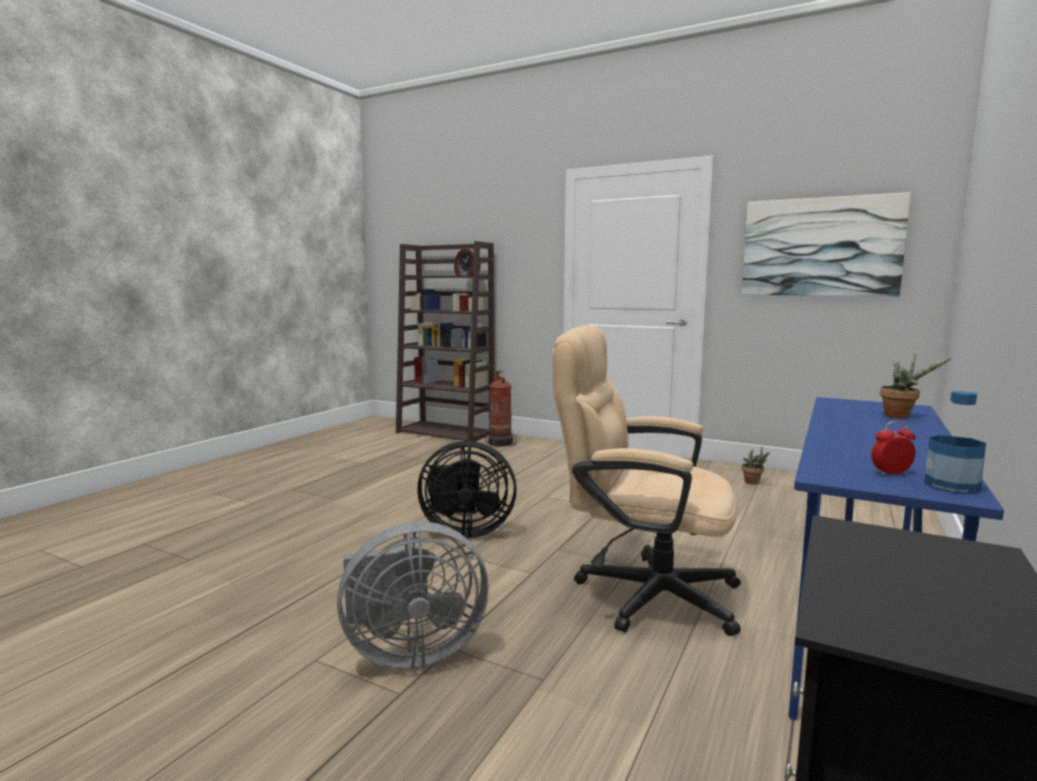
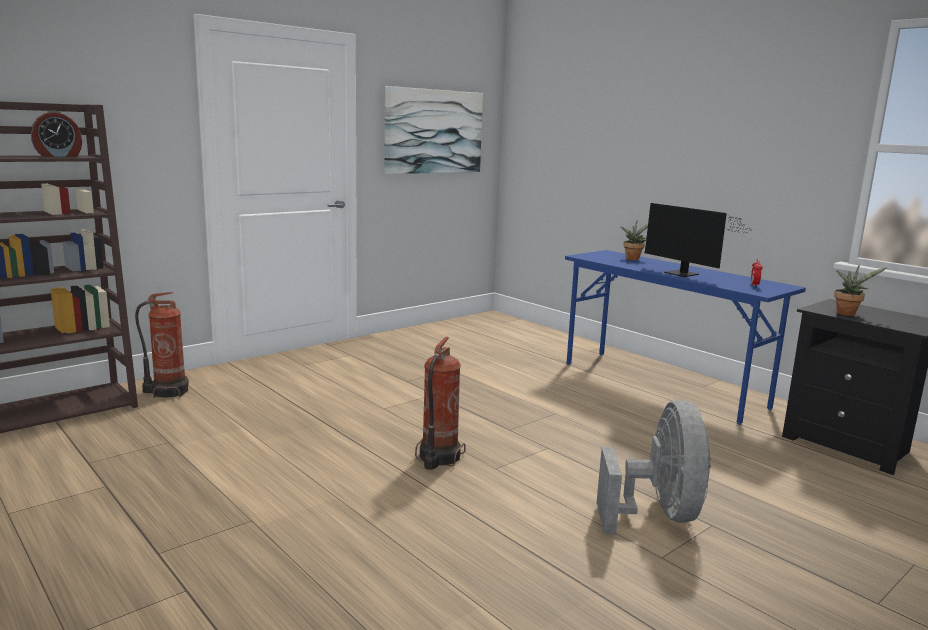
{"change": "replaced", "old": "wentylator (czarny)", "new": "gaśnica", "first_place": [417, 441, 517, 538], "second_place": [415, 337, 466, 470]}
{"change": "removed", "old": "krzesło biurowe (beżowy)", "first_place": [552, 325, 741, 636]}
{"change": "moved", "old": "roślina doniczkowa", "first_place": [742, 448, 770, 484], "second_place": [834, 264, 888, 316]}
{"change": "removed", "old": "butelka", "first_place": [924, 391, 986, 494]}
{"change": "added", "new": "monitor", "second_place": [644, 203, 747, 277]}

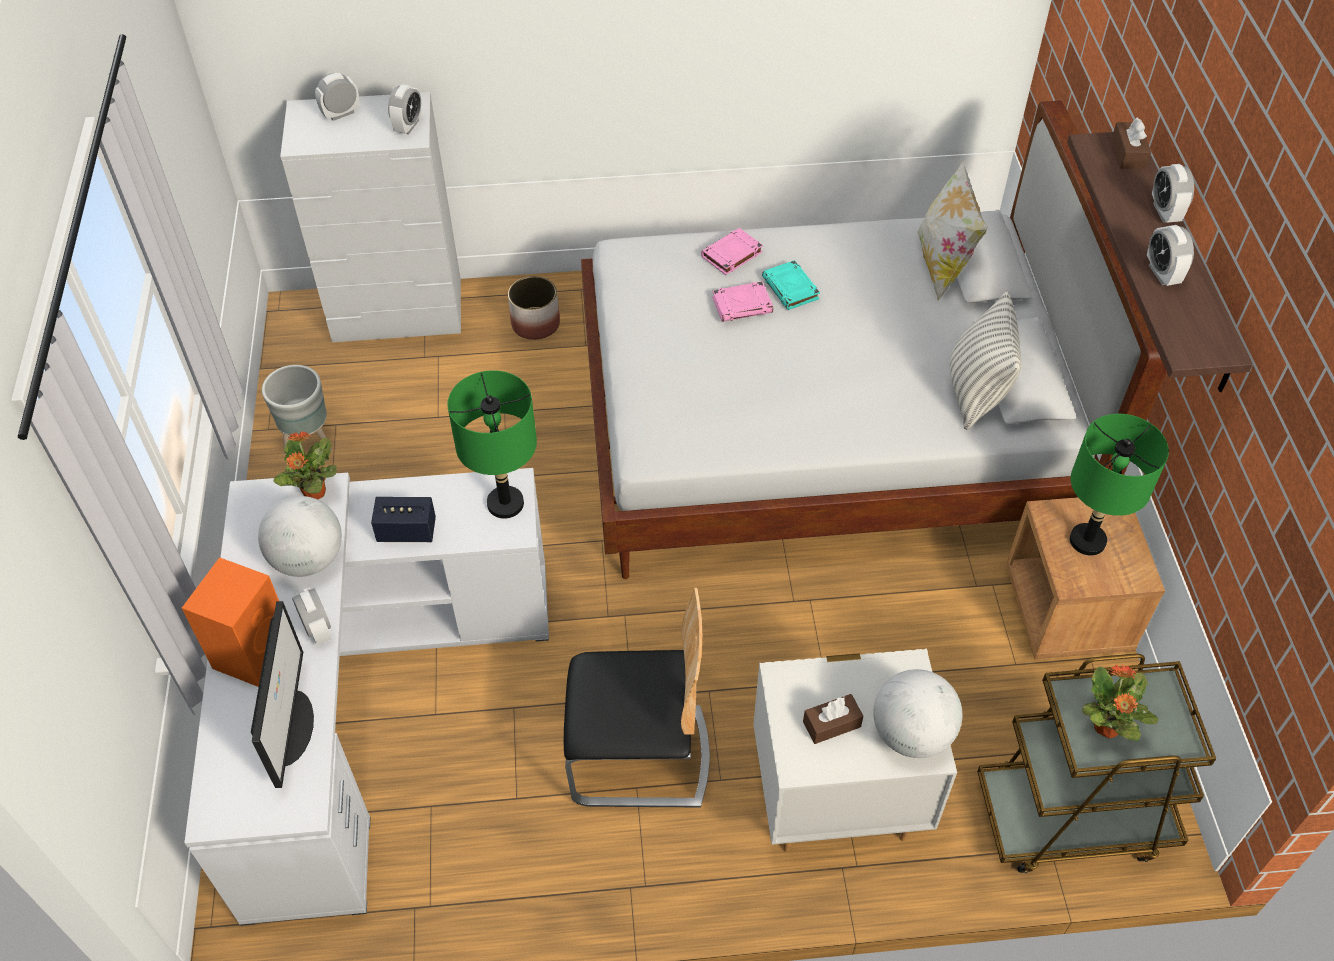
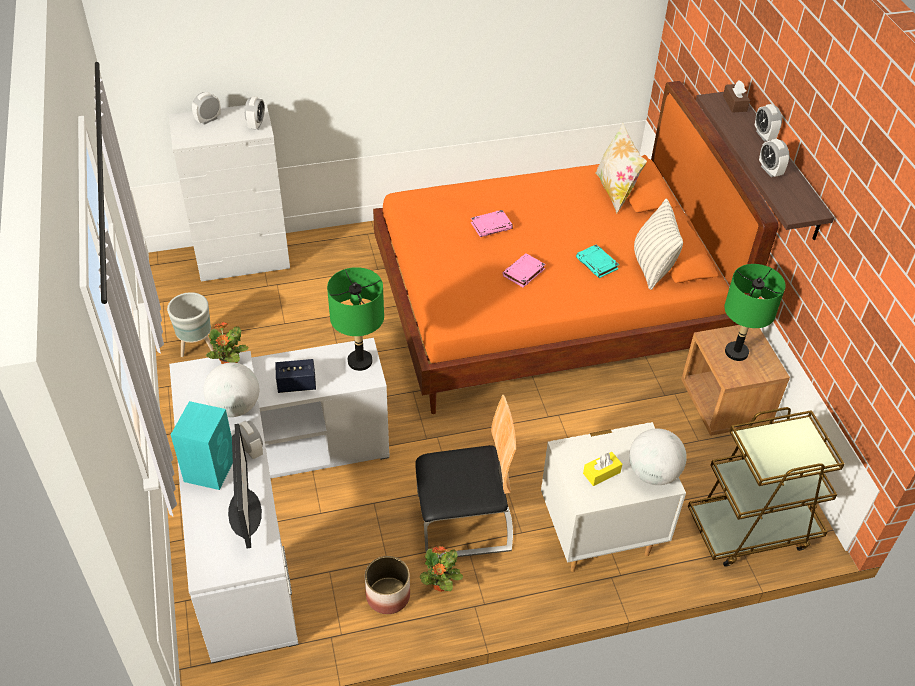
{"change": "recoloured", "old": "głośnik (pomarańczowy)", "new": "głośnik (turkusowy)", "first_place": [182, 557, 279, 687], "second_place": [171, 401, 233, 490]}
{"change": "moved", "old": "donica", "first_place": [508, 276, 560, 340], "second_place": [365, 556, 410, 614]}
{"change": "recoloured", "old": "łóżko (biały)", "new": "łóżko (pomarańczowy)", "first_place": [581, 101, 1167, 579], "second_place": [373, 81, 779, 414]}
{"change": "moved", "old": "książka (różowy)", "first_place": [701, 228, 763, 275], "second_place": [502, 253, 546, 287]}
{"change": "moved", "old": "książka (turkusowy)", "first_place": [762, 260, 820, 310], "second_place": [576, 244, 619, 278]}
{"change": "recoloured", "old": "pudełko chusteczek (brązowy)", "new": "pudełko chusteczek (żółty)", "first_place": [803, 694, 863, 744], "second_place": [583, 452, 622, 486]}
{"change": "moved", "old": "roślina doniczkowa", "first_place": [1082, 665, 1158, 741], "second_place": [419, 546, 463, 592]}

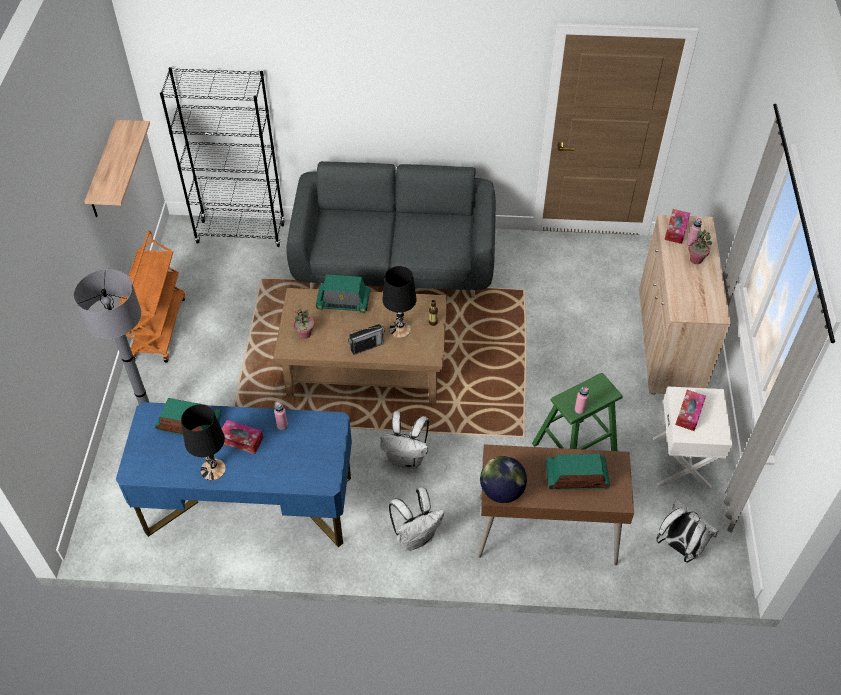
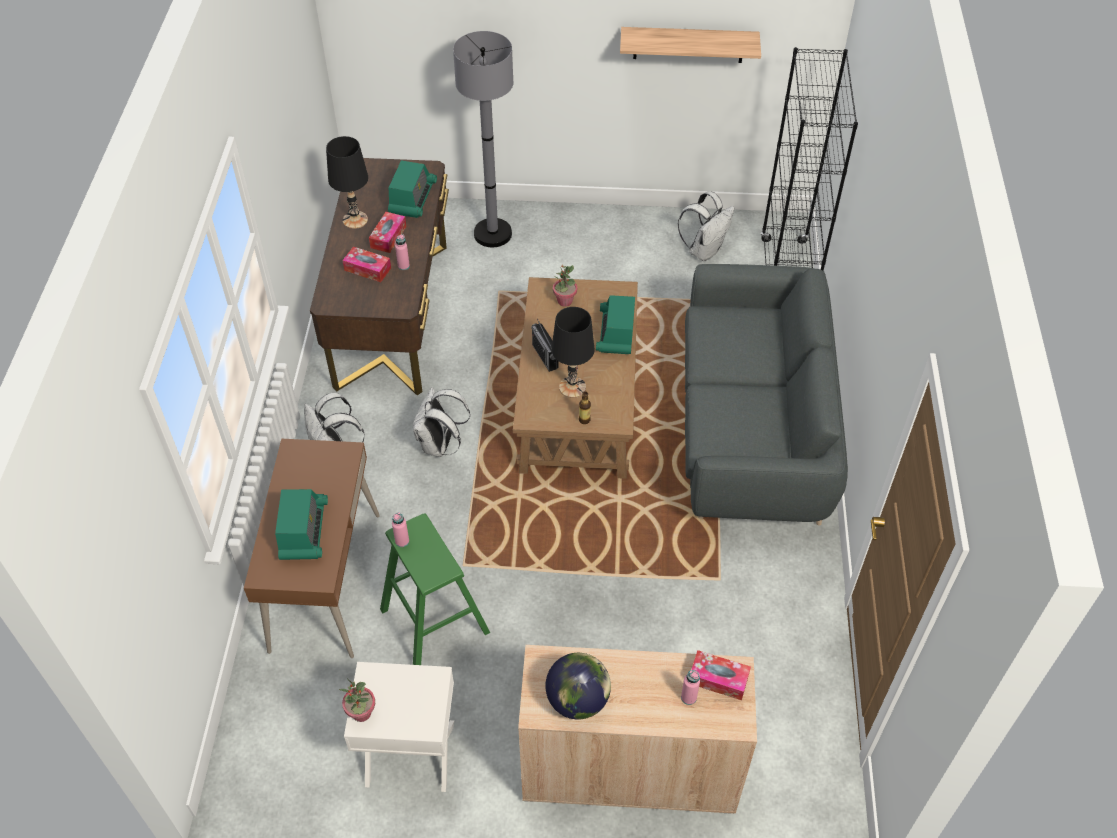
{"change": "recoloured", "old": "biurko (niebieski)", "new": "biurko (brązowy)", "first_place": [116, 402, 352, 547], "second_place": [310, 158, 449, 395]}
{"change": "removed", "old": "wózek (pomarańczowy)", "first_place": [119, 231, 185, 362]}
{"change": "moved", "old": "globus", "first_place": [480, 456, 527, 503], "second_place": [545, 653, 611, 719]}
{"change": "moved", "old": "plecak (biały)", "first_place": [656, 500, 718, 563], "second_place": [678, 191, 735, 261]}
{"change": "moved", "old": "pudełko chusteczek", "first_place": [675, 390, 706, 431], "second_place": [342, 247, 391, 282]}
{"change": "moved", "old": "roślina doniczkowa", "first_place": [688, 229, 712, 264], "second_place": [339, 678, 375, 722]}

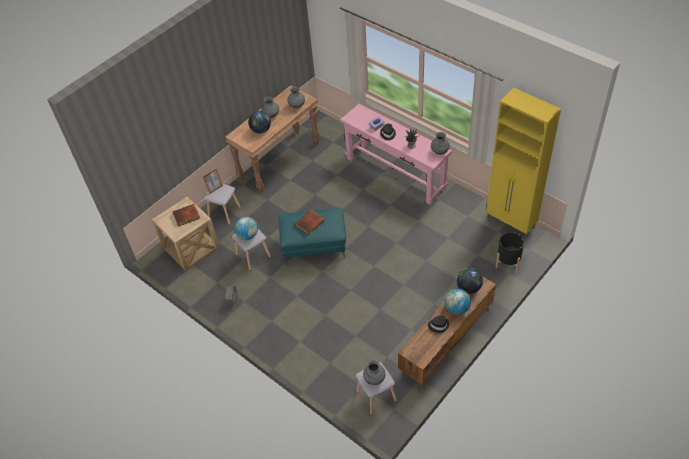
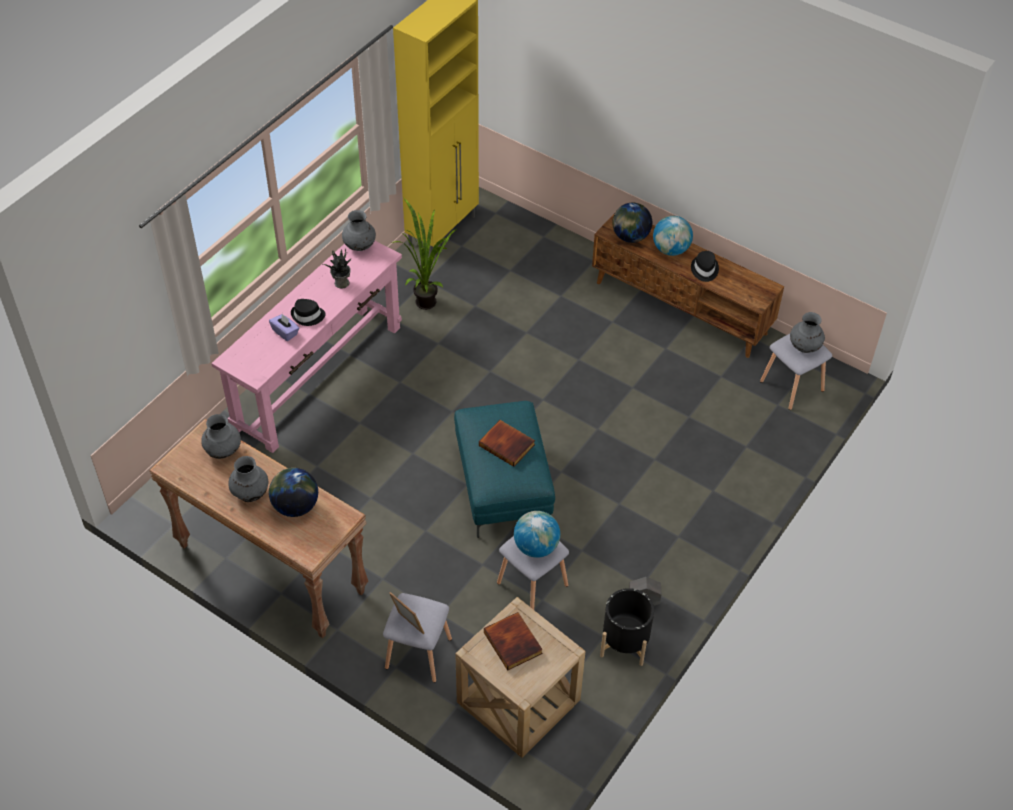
{"change": "moved", "old": "donica (czarny)", "first_place": [496, 232, 524, 272], "second_place": [600, 588, 654, 666]}
{"change": "added", "new": "roślina doniczkowa", "second_place": [392, 197, 456, 310]}

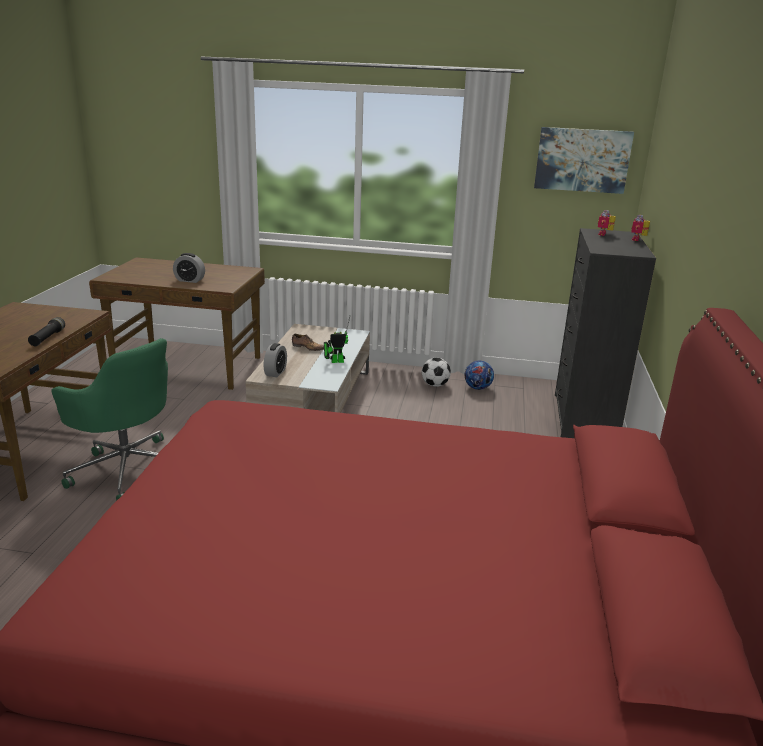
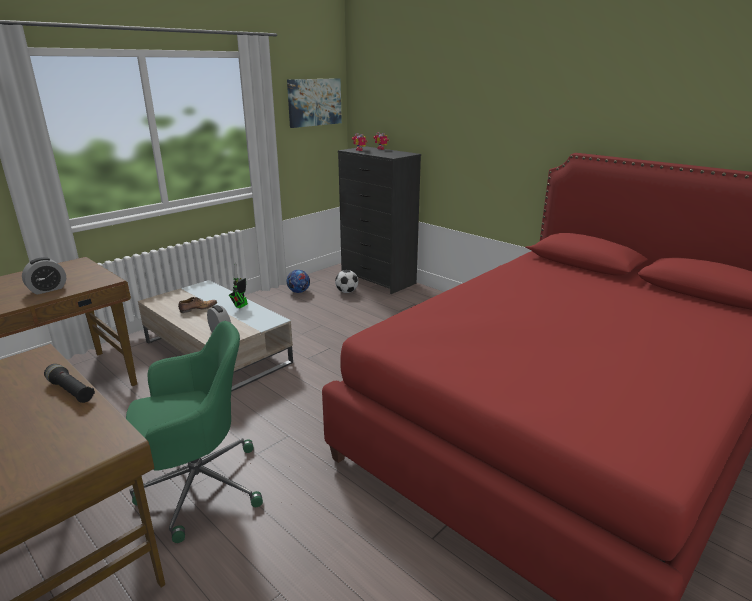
{"change": "moved", "old": "piłka futbolowa", "first_place": [422, 358, 451, 387], "second_place": [335, 270, 358, 293]}

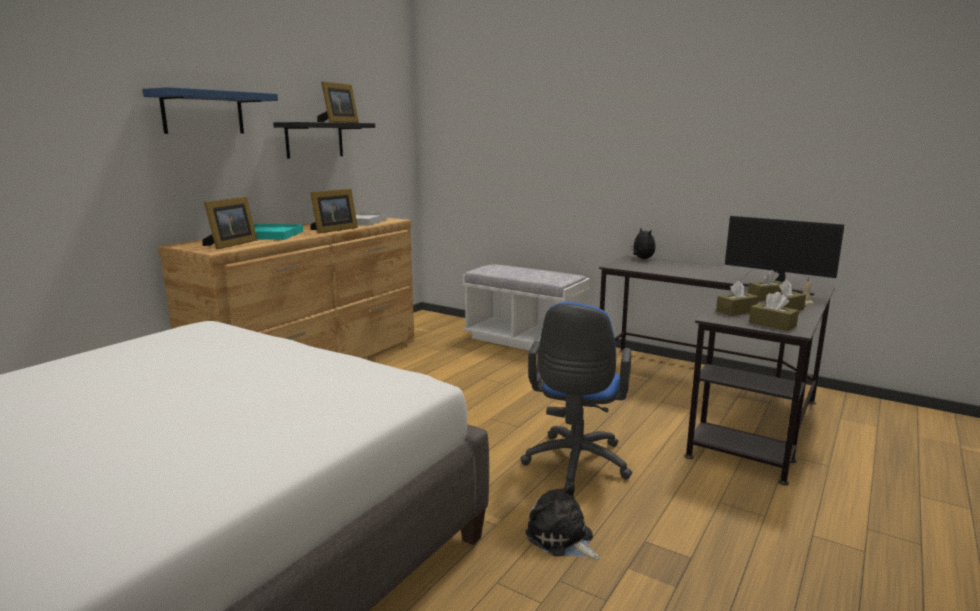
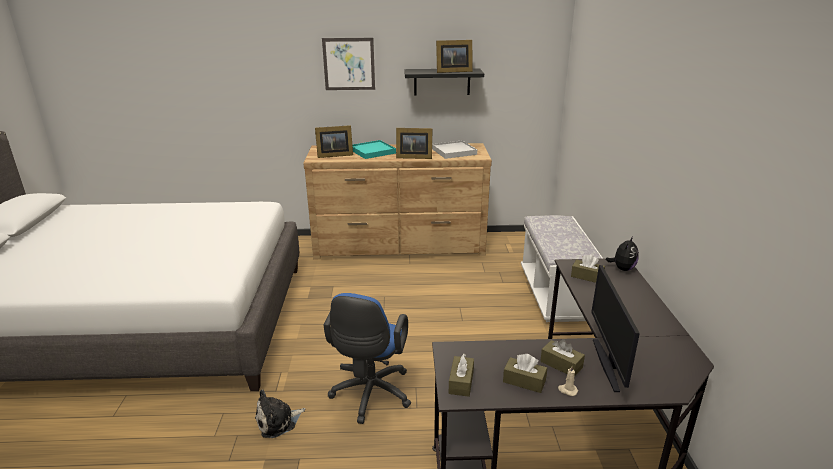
{"change": "replaced", "old": "półka (niebieski)", "new": "obraz", "first_place": [142, 87, 278, 134], "second_place": [322, 38, 375, 90]}
{"change": "turned", "old": "krzesło biurowe (niebieski)", "first_place": [521, 302, 632, 487], "second_place": [324, 293, 411, 424], "degrees": -60}
{"change": "turned", "old": "pluszak", "first_place": [525, 482, 600, 559], "second_place": [255, 389, 306, 438], "degrees": -135}
{"change": "moved", "old": "pudełko chusteczek (brązowy)", "first_place": [716, 281, 759, 316], "second_place": [571, 254, 605, 283]}

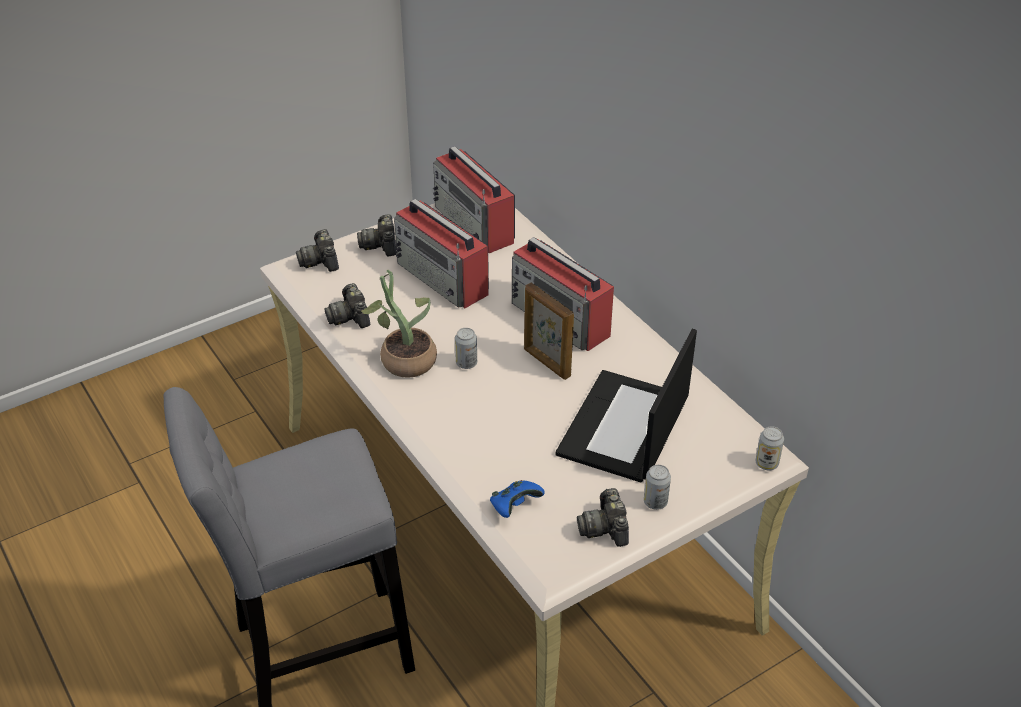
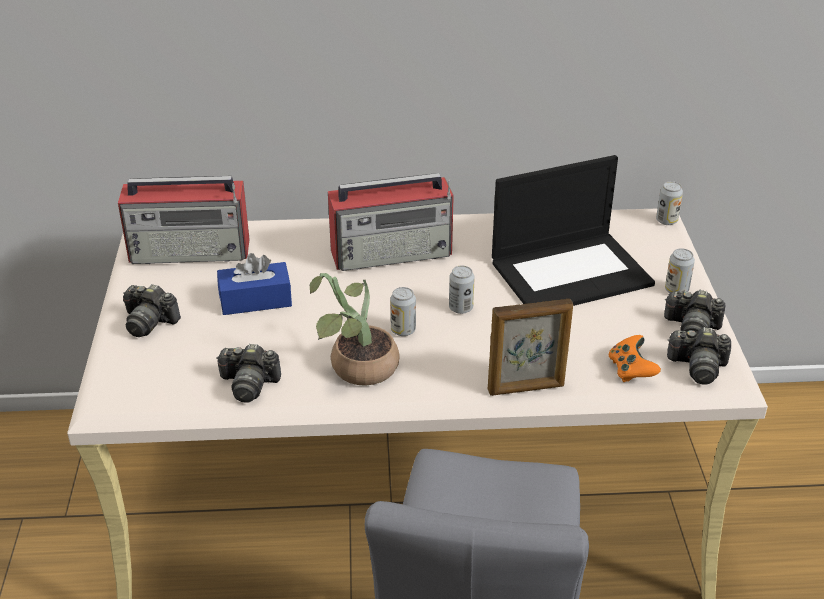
{"change": "moved", "old": "aparat fotograficzny", "first_place": [296, 229, 339, 272], "second_place": [667, 327, 731, 385]}
{"change": "replaced", "old": "radio", "new": "pudełko chusteczek (niebieski)", "first_place": [394, 199, 489, 308], "second_place": [217, 253, 292, 315]}
{"change": "recoloured", "old": "pad do gier (niebieski)", "new": "pad do gier (pomarańczowy)", "first_place": [490, 480, 545, 518], "second_place": [609, 335, 661, 382]}
{"change": "moved", "old": "ramka na zdjęcie", "first_place": [524, 283, 574, 380], "second_place": [488, 299, 573, 396]}
{"change": "turned", "old": "laptop", "first_place": [556, 329, 697, 483], "second_place": [492, 155, 655, 306], "degrees": -75}
{"change": "added", "new": "puszka", "second_place": [449, 266, 475, 314]}

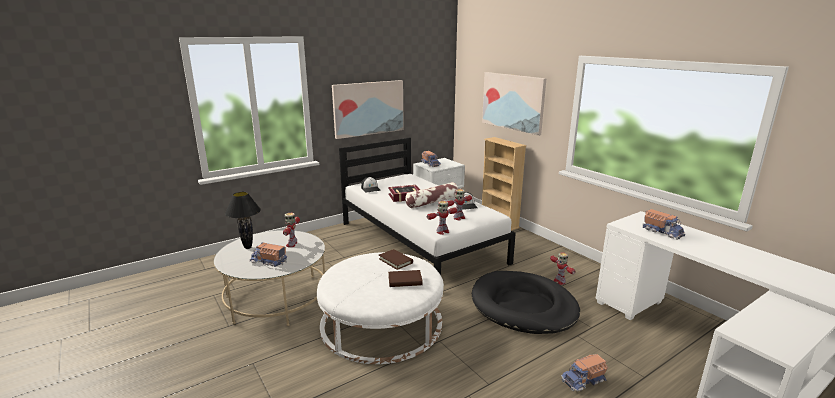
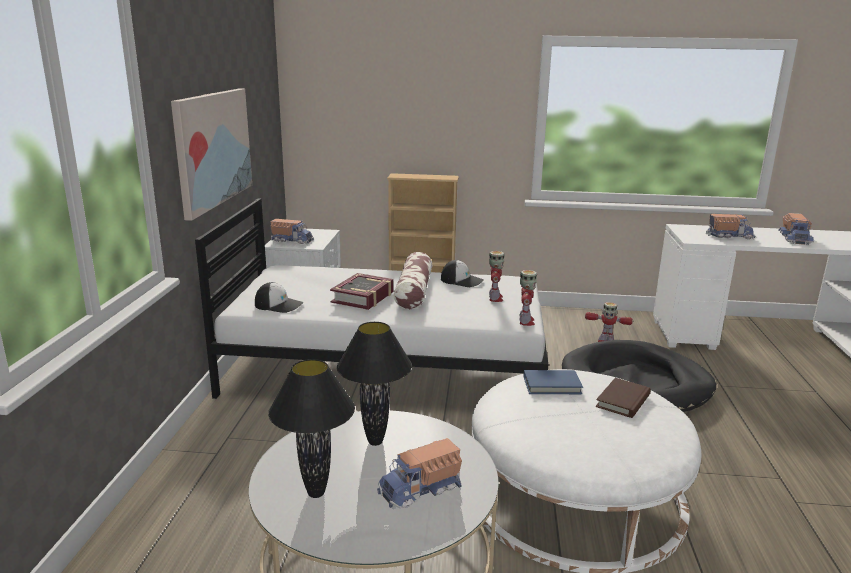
{"change": "replaced", "old": "robot zabawkowy", "new": "lampa stołowa (czarny)", "first_place": [283, 213, 300, 247], "second_place": [337, 322, 412, 446]}
{"change": "recoloured", "old": "książka (brązowy)", "new": "książka (niebieski)", "first_place": [379, 249, 413, 270], "second_place": [524, 370, 583, 394]}
{"change": "removed", "old": "obraz", "first_place": [482, 72, 546, 136]}
{"change": "moved", "old": "ciężarówka zabawkowa", "first_place": [561, 354, 608, 392], "second_place": [778, 213, 814, 245]}

